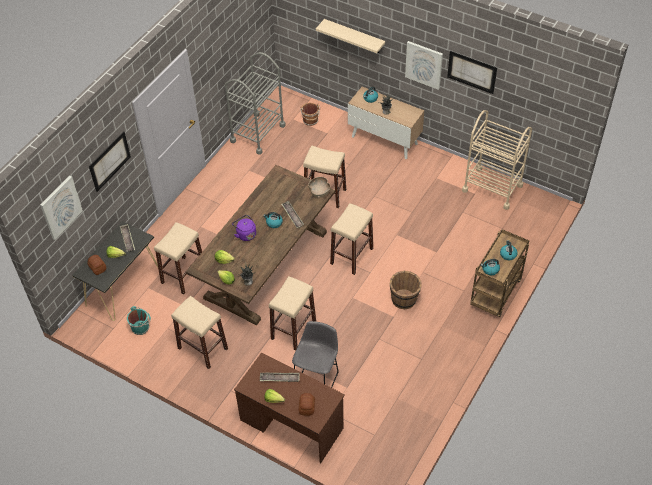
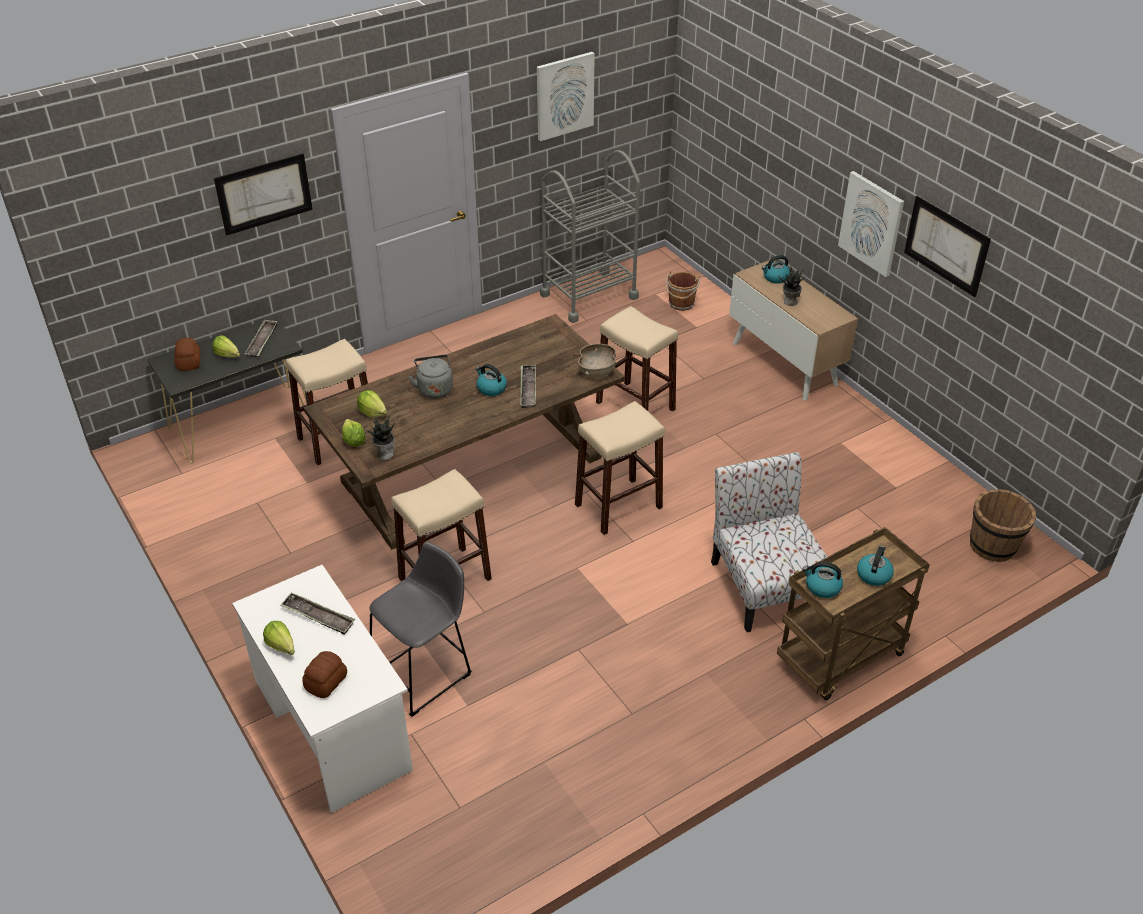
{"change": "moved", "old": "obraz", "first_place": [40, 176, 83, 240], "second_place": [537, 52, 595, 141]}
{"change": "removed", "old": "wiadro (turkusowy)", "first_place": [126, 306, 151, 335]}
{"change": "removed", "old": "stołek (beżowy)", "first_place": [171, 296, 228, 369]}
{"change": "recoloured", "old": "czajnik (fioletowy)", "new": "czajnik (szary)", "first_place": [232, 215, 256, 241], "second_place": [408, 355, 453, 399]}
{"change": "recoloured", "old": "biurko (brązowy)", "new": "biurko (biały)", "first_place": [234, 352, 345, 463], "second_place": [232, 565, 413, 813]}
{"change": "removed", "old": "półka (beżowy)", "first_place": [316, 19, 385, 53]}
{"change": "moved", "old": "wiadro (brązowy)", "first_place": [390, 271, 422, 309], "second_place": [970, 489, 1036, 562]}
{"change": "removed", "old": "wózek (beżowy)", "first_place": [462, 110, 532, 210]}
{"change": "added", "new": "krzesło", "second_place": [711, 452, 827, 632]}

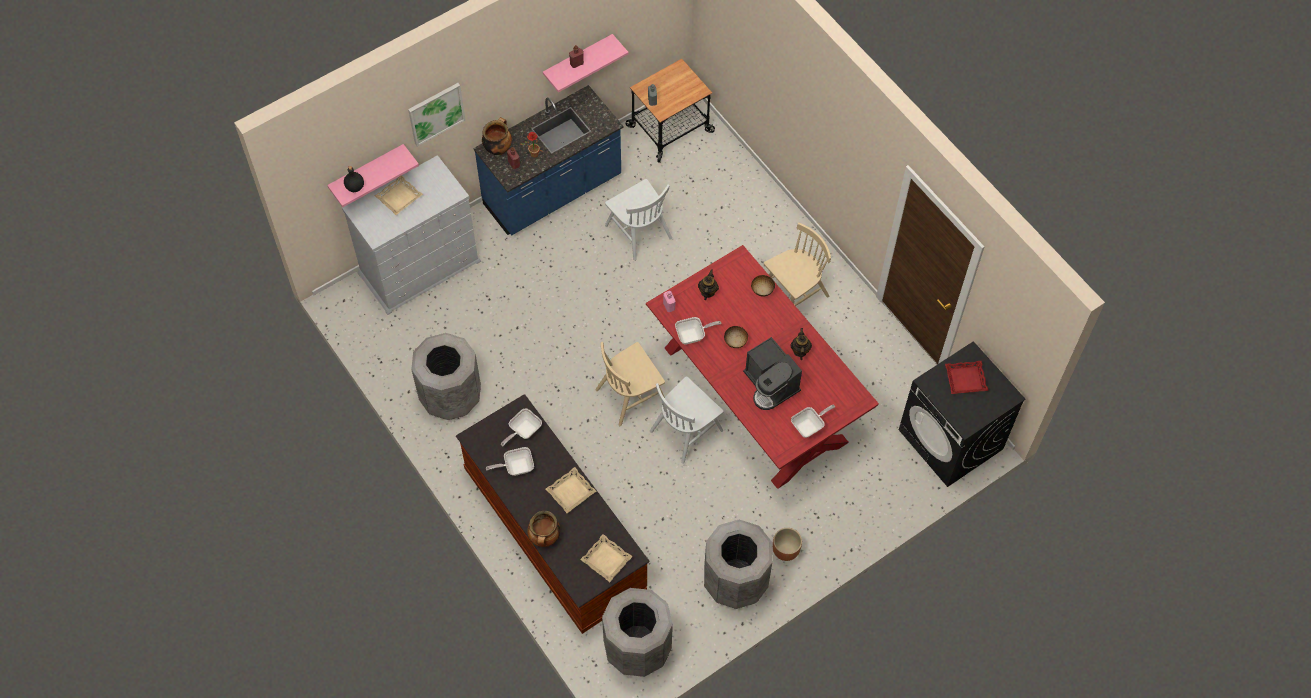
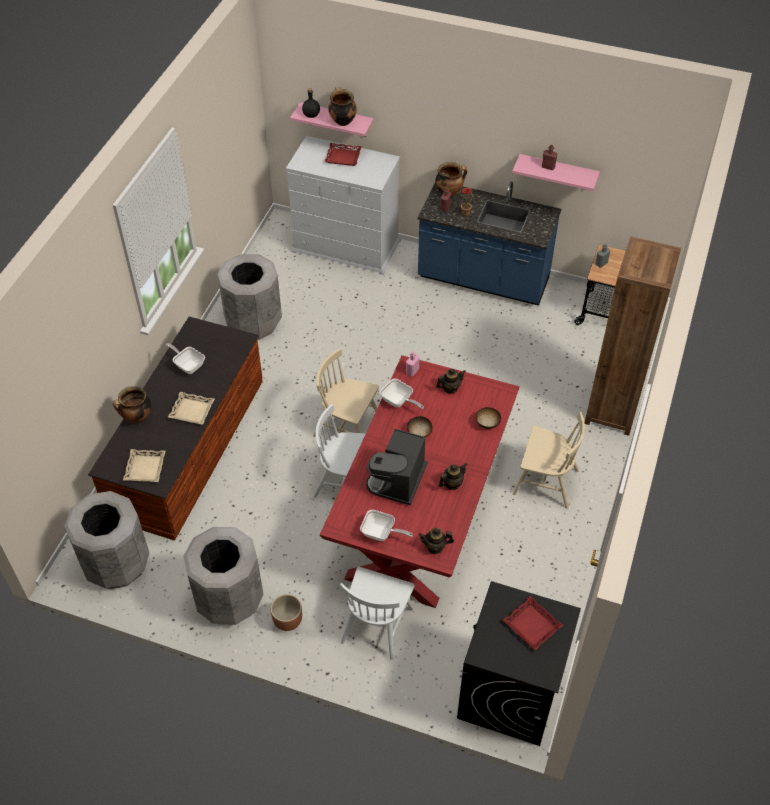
{"change": "recoloured", "old": "taca (beżowy)", "new": "taca (czerwony)", "first_place": [375, 175, 423, 215], "second_place": [324, 143, 362, 166]}
{"change": "removed", "old": "obraz", "first_place": [408, 83, 465, 146]}
{"change": "removed", "old": "patelnia", "first_place": [501, 408, 542, 446]}
{"change": "moved", "old": "krzesło (biały)", "first_place": [605, 179, 672, 261], "second_place": [340, 567, 415, 660]}
{"change": "added", "new": "garnek", "second_place": [328, 87, 357, 126]}
{"change": "added", "new": "imbryk", "second_place": [418, 528, 454, 554]}
{"change": "added", "new": "regał (brązowy)", "second_place": [585, 236, 681, 436]}

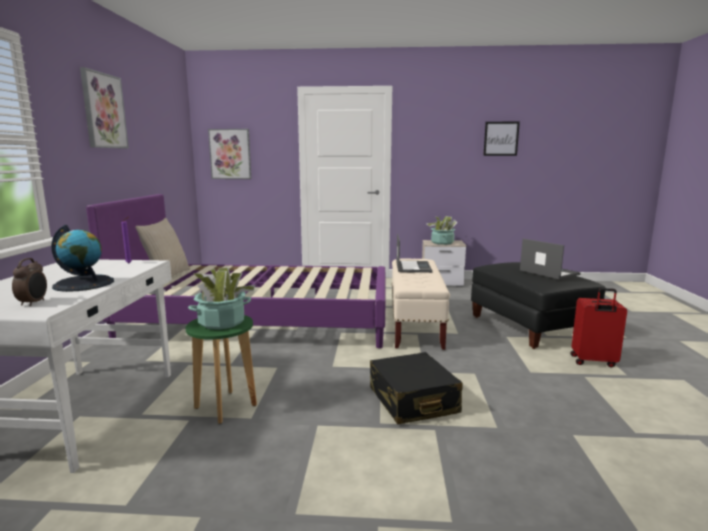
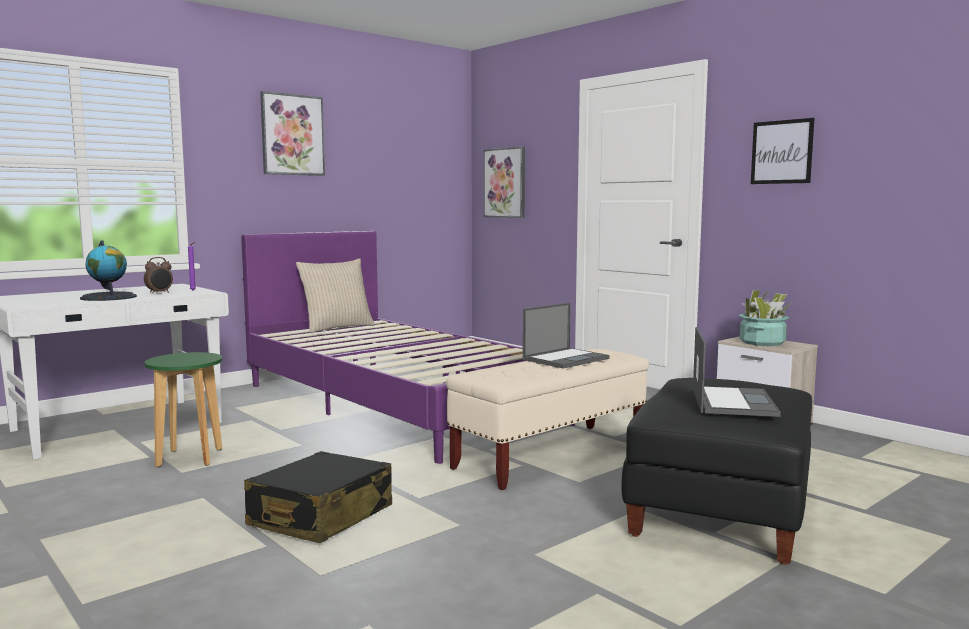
{"change": "moved", "old": "budzik", "first_place": [12, 258, 47, 306], "second_place": [144, 257, 173, 294]}
{"change": "removed", "old": "roślina doniczkowa", "first_place": [188, 267, 255, 330]}
{"change": "moved", "old": "obraz", "first_place": [483, 122, 520, 156], "second_place": [751, 118, 814, 184]}
{"change": "removed", "old": "walizka (czerwony)", "first_place": [570, 288, 627, 368]}

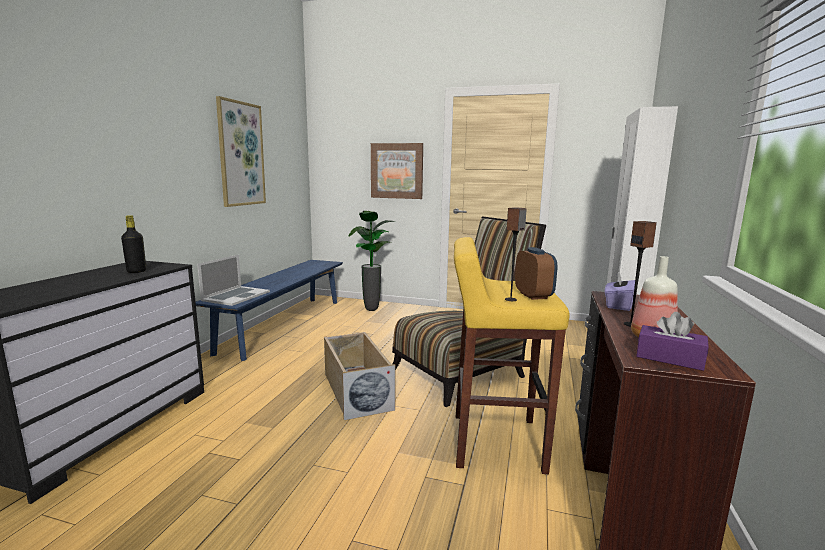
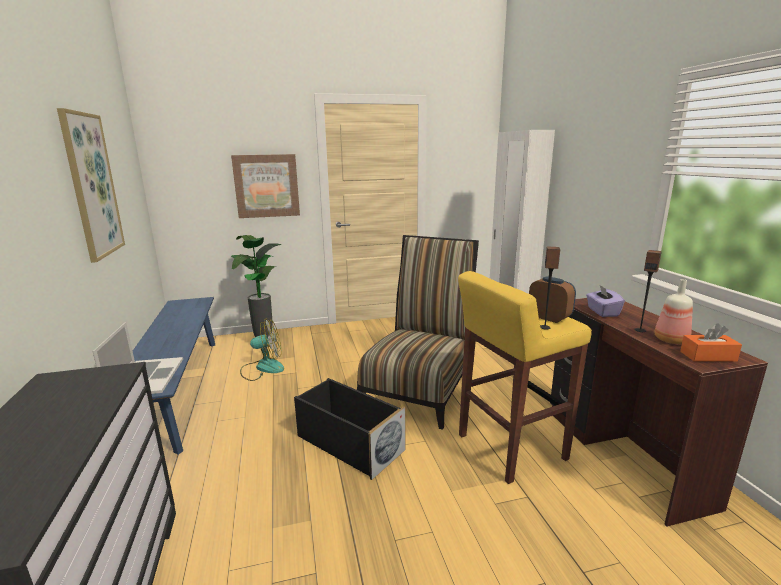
{"change": "removed", "old": "butelka (czarny)", "first_place": [121, 215, 146, 273]}
{"change": "recoloured", "old": "pojemnik do przechowywania (beżowy)", "new": "pojemnik do przechowywania (czarny)", "first_place": [324, 332, 395, 420], "second_place": [294, 378, 405, 480]}
{"change": "recoloured", "old": "pudełko chusteczek (fioletowy)", "new": "pudełko chusteczek (pomarańczowy)", "first_place": [636, 312, 709, 371], "second_place": [680, 323, 742, 362]}
{"change": "added", "new": "wentylator", "second_place": [240, 319, 284, 381]}

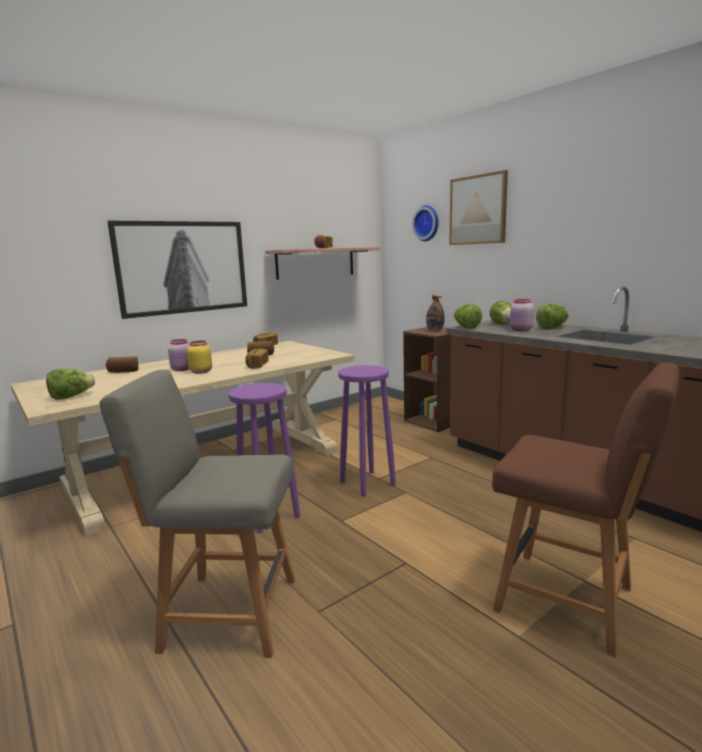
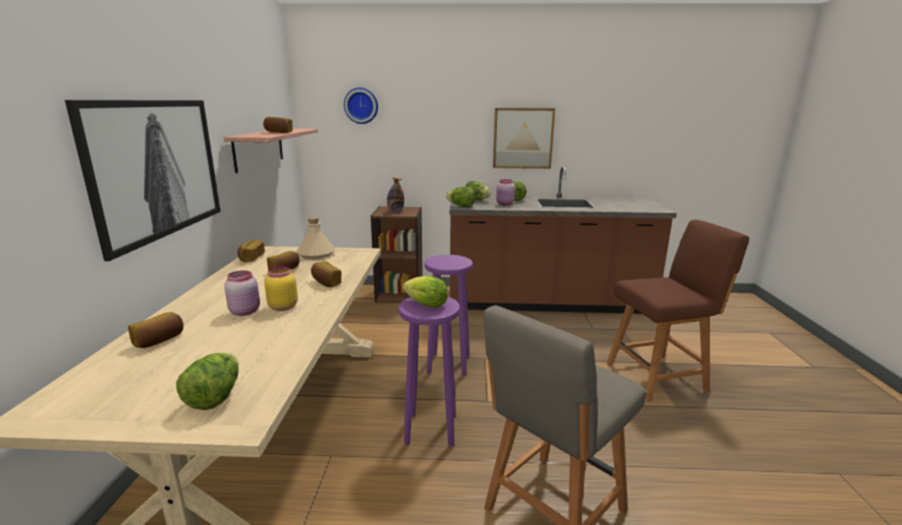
{"change": "moved", "old": "obraz", "first_place": [449, 170, 508, 245], "second_place": [493, 108, 555, 169]}
{"change": "added", "new": "butelka (beżowy)", "second_place": [296, 217, 335, 259]}
{"change": "added", "new": "sałata", "second_place": [402, 276, 448, 308]}

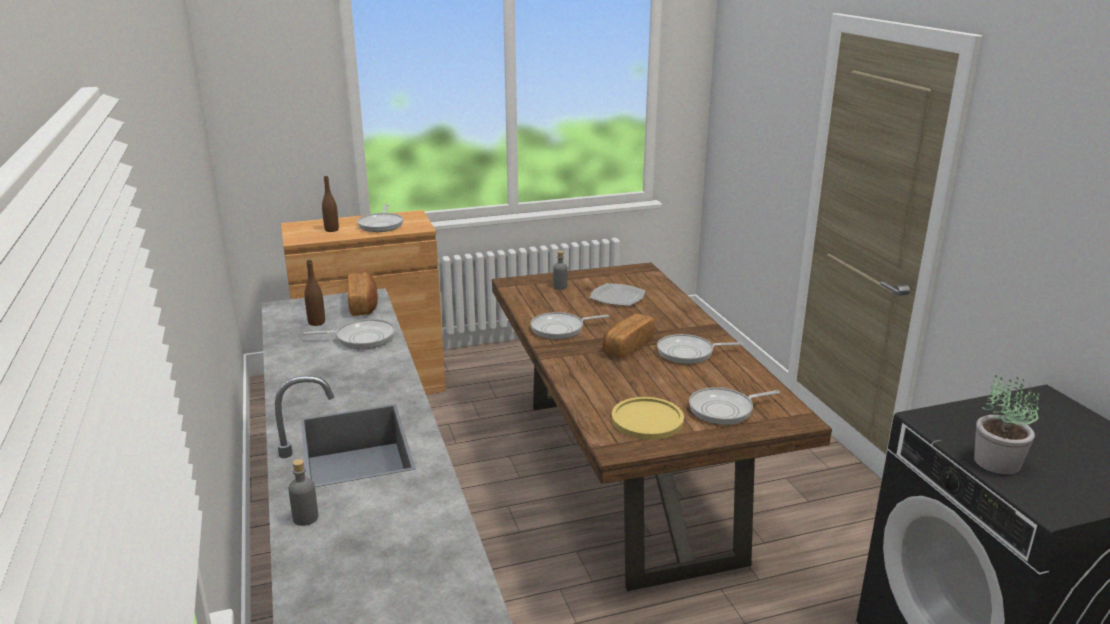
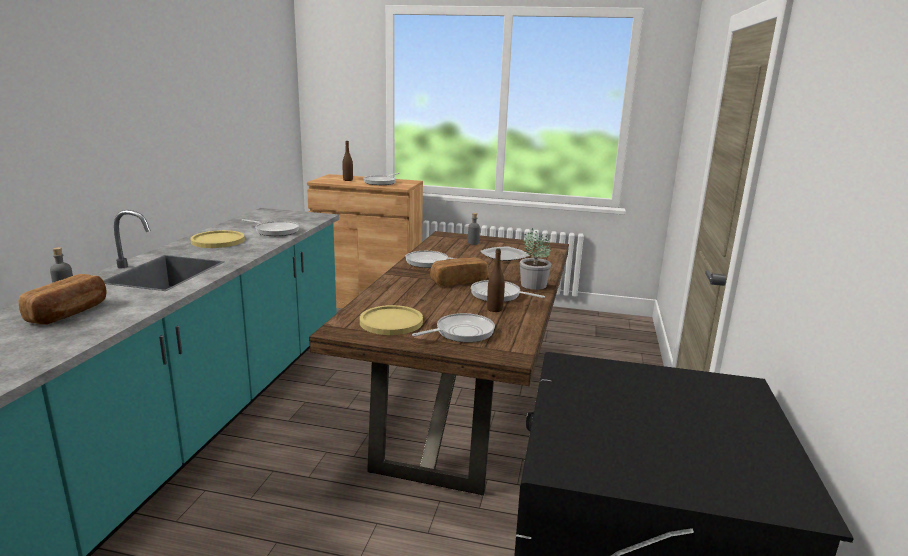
{"change": "moved", "old": "butelka (brązowy)", "first_place": [304, 259, 325, 326], "second_place": [487, 248, 505, 312]}
{"change": "moved", "old": "chleb", "first_place": [347, 272, 378, 316], "second_place": [19, 274, 106, 324]}
{"change": "turned", "old": "patelnia", "first_place": [689, 387, 780, 425], "second_place": [412, 313, 495, 342], "degrees": 135}
{"change": "moved", "old": "roślina doniczkowa", "first_place": [974, 375, 1039, 475], "second_place": [520, 228, 551, 290]}
{"change": "added", "new": "talerz (żółty)", "second_place": [190, 230, 245, 248]}

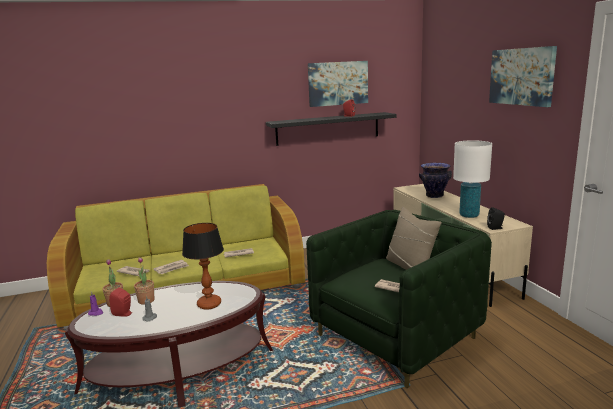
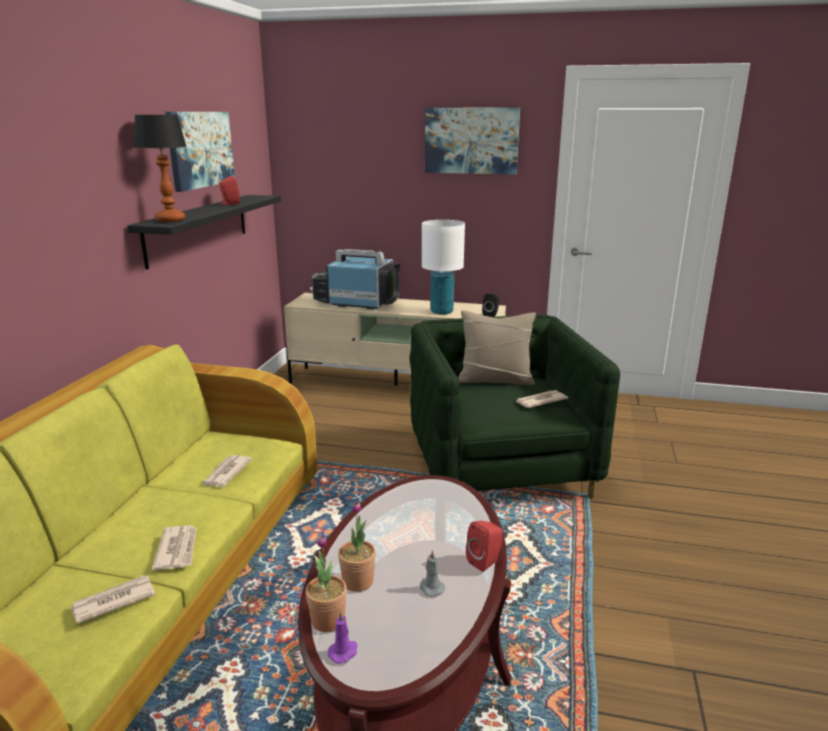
{"change": "moved", "old": "głośnik (czerwony)", "first_place": [109, 287, 133, 317], "second_place": [466, 521, 502, 572]}
{"change": "moved", "old": "lampa stołowa", "first_place": [182, 223, 224, 310], "second_place": [134, 115, 187, 222]}
{"change": "replaced", "old": "wazon", "new": "telewizor", "first_place": [419, 163, 452, 198], "second_place": [310, 249, 400, 310]}

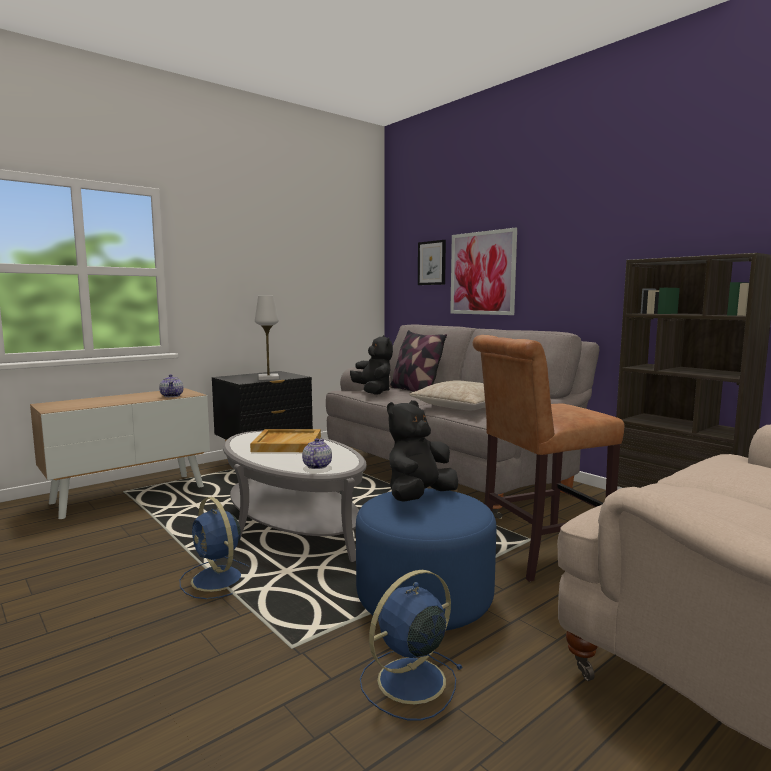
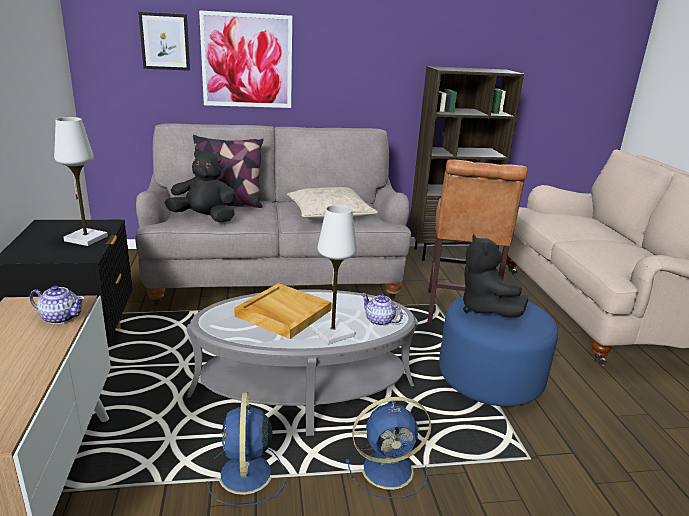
{"change": "moved", "old": "wentylator (niebieski)", "first_place": [360, 570, 463, 721], "second_place": [207, 392, 286, 506]}
{"change": "added", "new": "lampa stołowa (biały)", "second_place": [311, 205, 357, 344]}

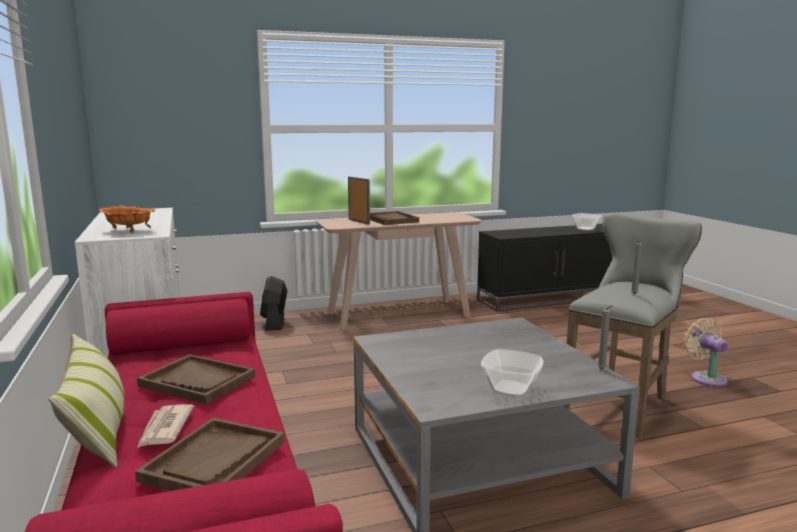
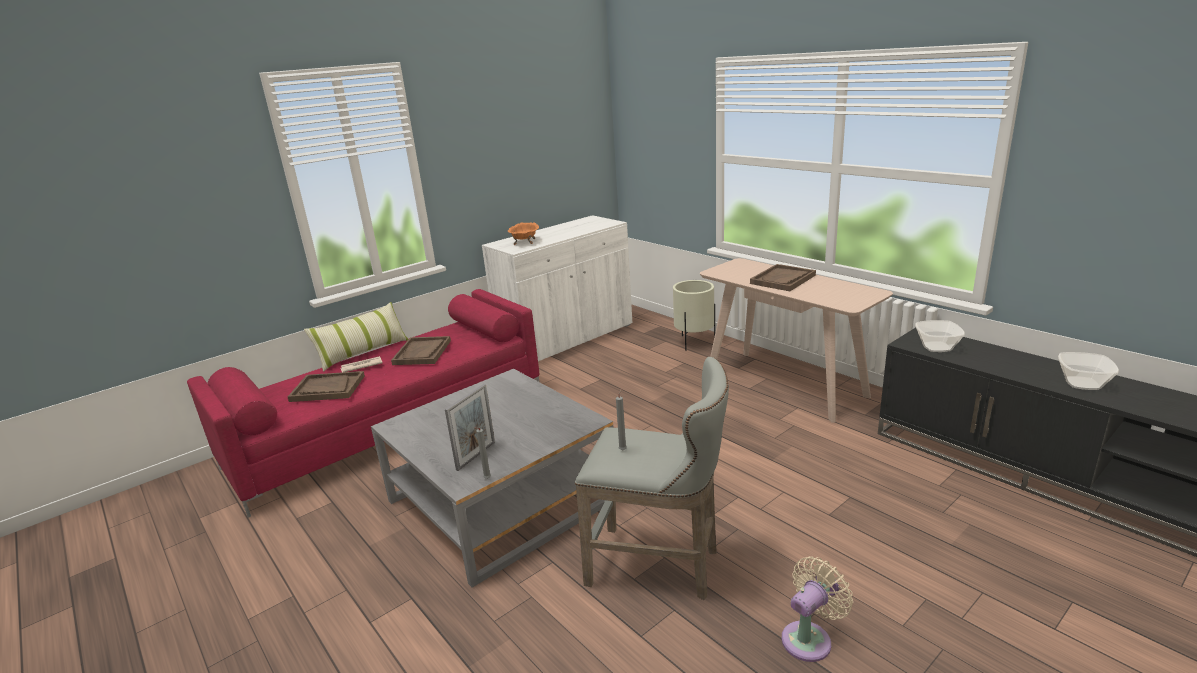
{"change": "replaced", "old": "wentylator (czarny)", "new": "donica (beżowy)", "first_place": [260, 276, 288, 330], "second_place": [673, 280, 715, 351]}
{"change": "moved", "old": "ramka na zdjęcie", "first_place": [348, 176, 370, 224], "second_place": [445, 384, 495, 471]}
{"change": "moved", "old": "miska", "first_place": [481, 349, 543, 397], "second_place": [915, 320, 965, 352]}

